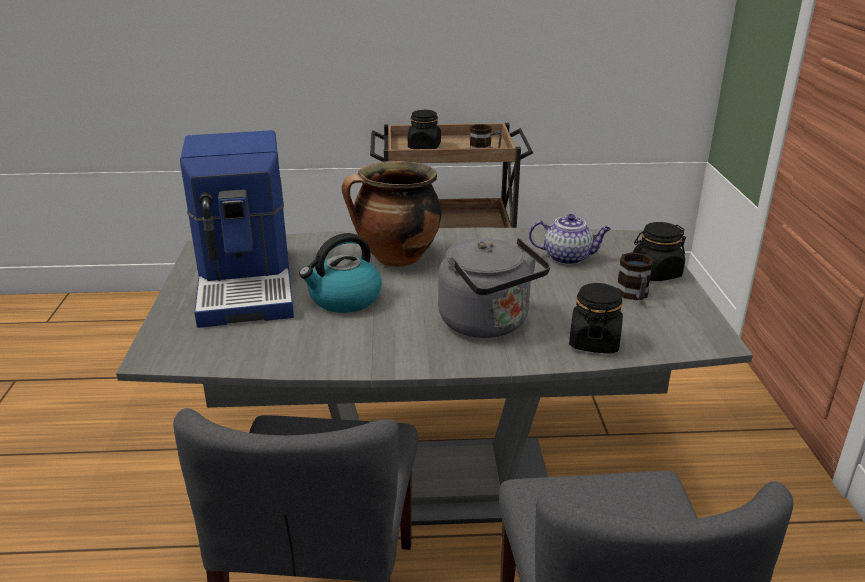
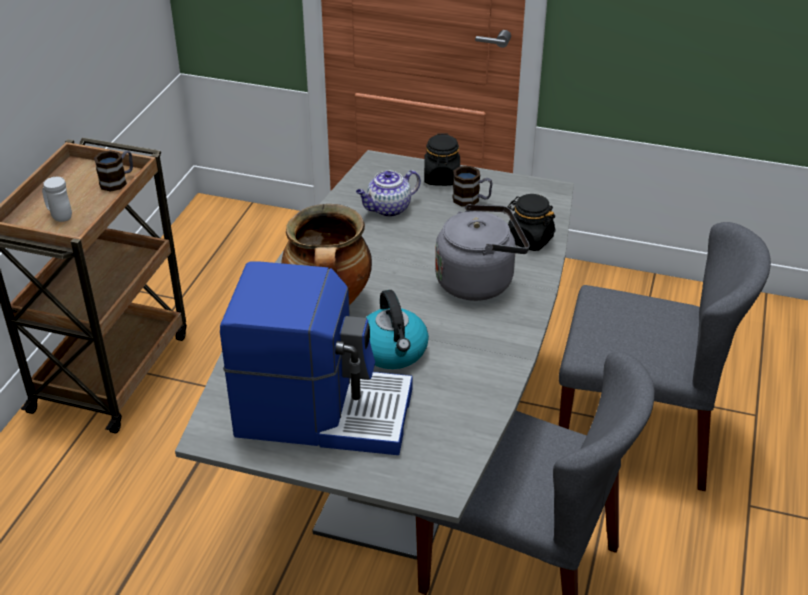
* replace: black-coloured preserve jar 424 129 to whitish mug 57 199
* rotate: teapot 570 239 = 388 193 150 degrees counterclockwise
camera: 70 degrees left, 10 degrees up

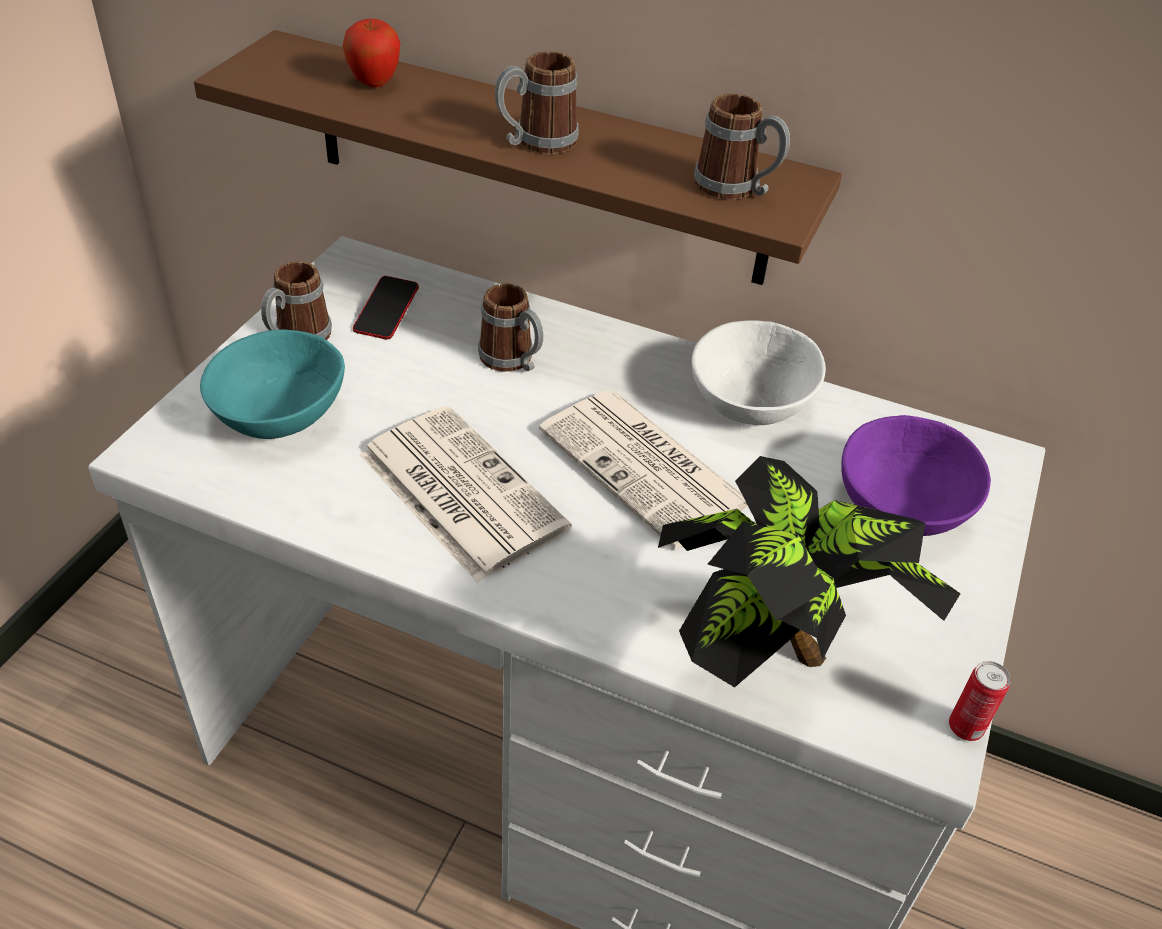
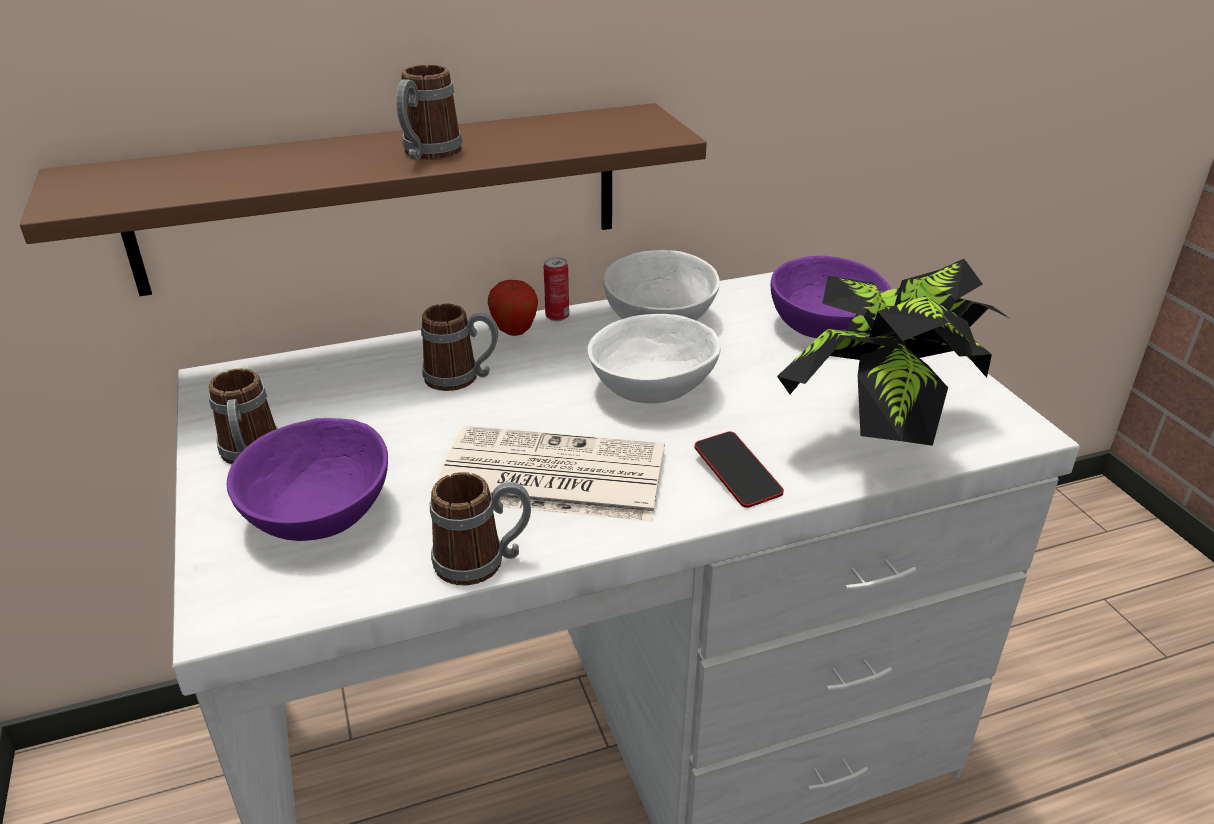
* move: apple 371 52 to 513 308
* move: mug 742 146 to 480 529
* move: telephone 386 308 to 739 469
* recolor: turquoise-coloured deep dish 272 384 to purplish deep dish 307 479
* replace: printed paper 643 470 to whitish deep dish 654 358
* move: metal can 980 701 to 556 289
camera: 40 degrees left, 10 degrees down

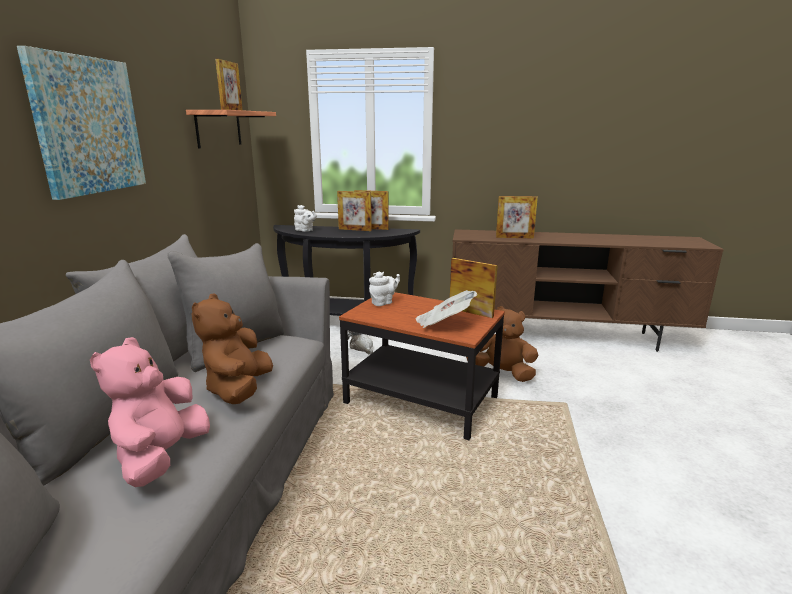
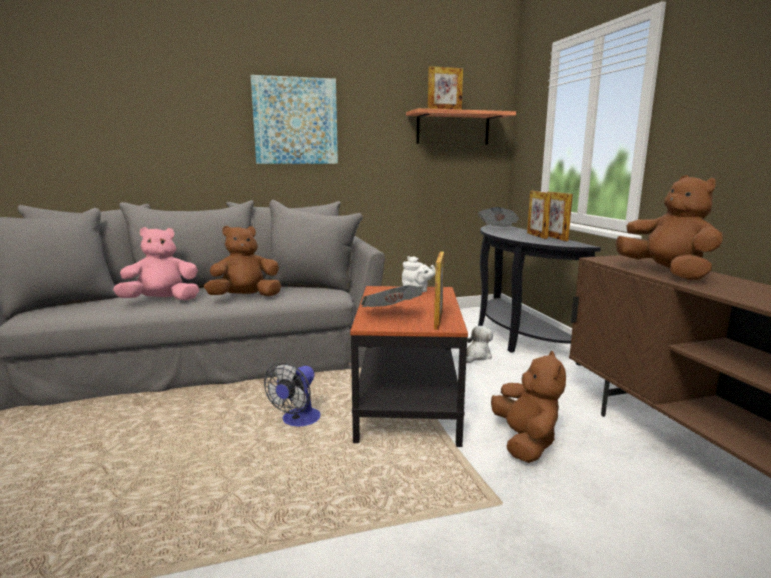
* replace: photo frame 517 217 to brownish soft toy 669 227
* replace: whitish teapot 305 218 to printed paper 498 217
* insert: fan 292 394
camera: 65 degrees right, 5 degrees down

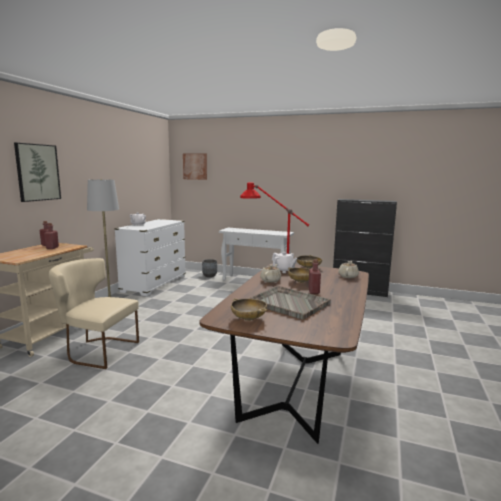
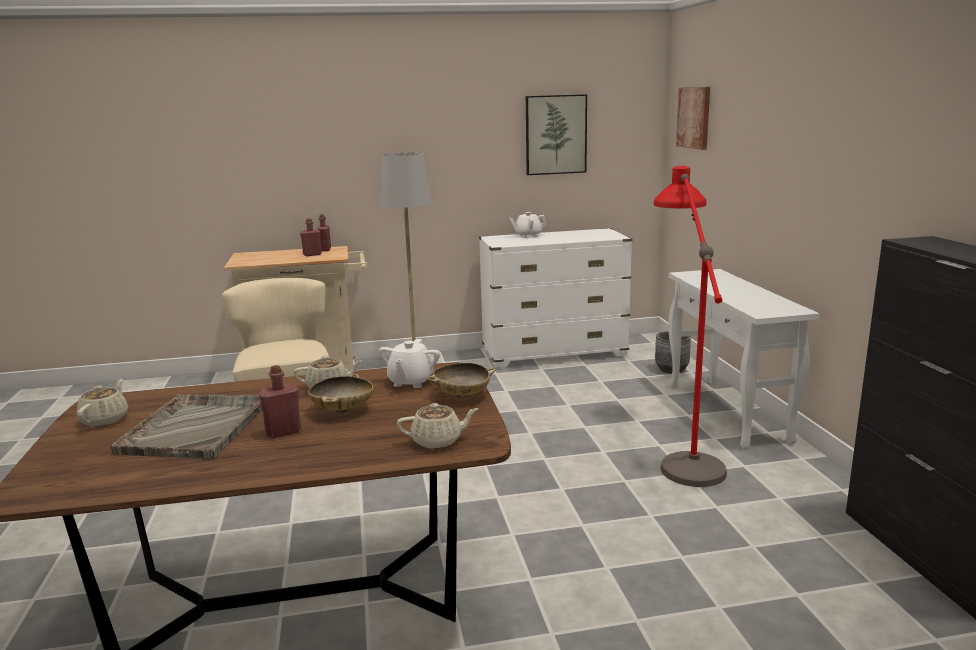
* move: wall art 37 172 to 556 134
* replace: beige deep dish 249 310 to beige teapot 102 403
camera: 60 degrees right, 5 degrees up

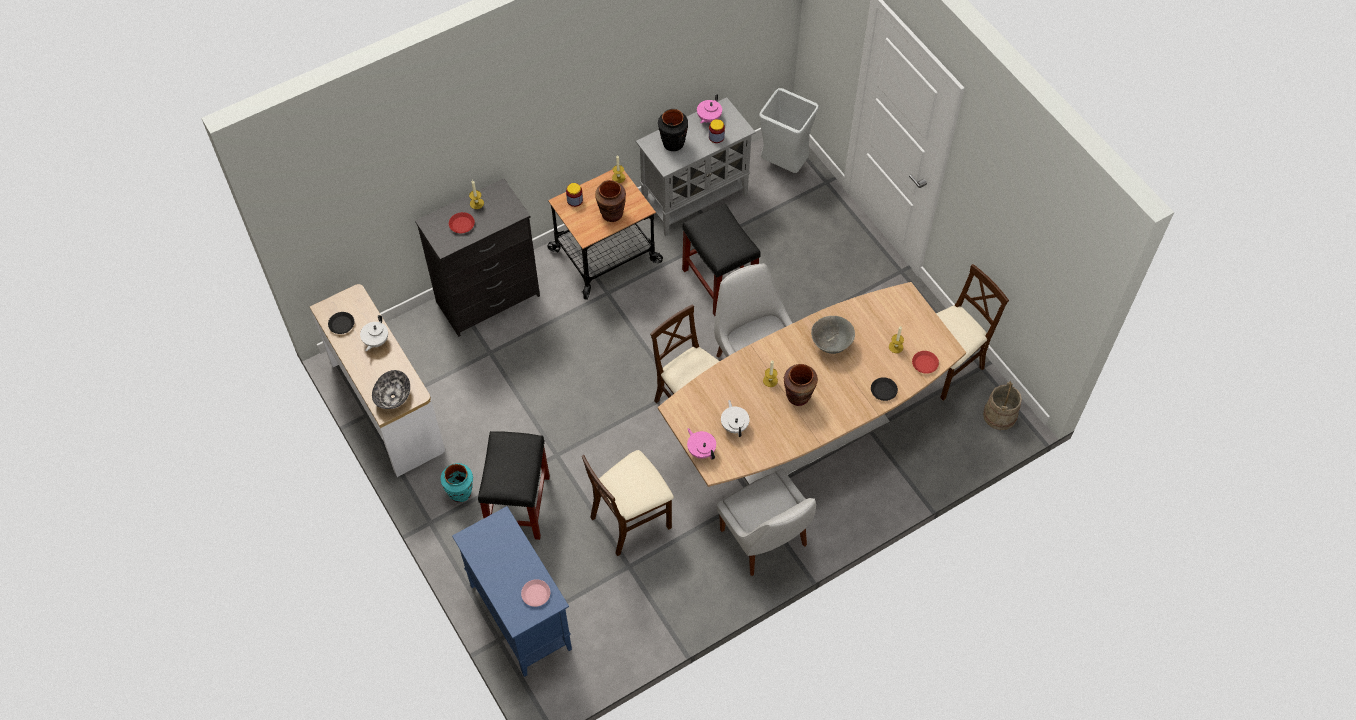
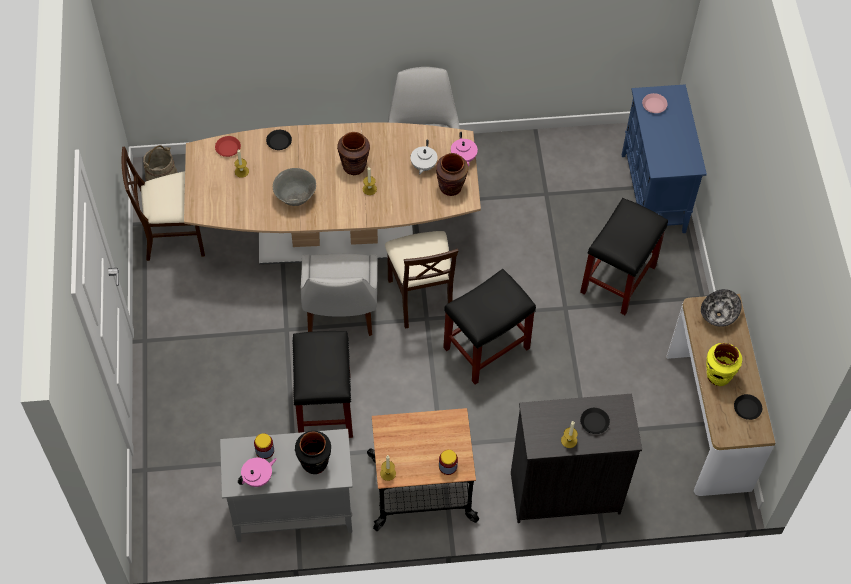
* delete: greyish waste bin 789 130
* move: brownish flower vase 610 201 to 452 174
* recolor: red-coloured plate 462 222 to black-coloured plate 595 421
* replace: whitish teapot 374 333 to yellow flower vase 724 364
* delete: beige upright chair 628 503
* delete: turquoise-coloured flower vase 457 482
* insert: black-coloured sitting stool 489 326
camera: 155 degrees left, 0 degrees up

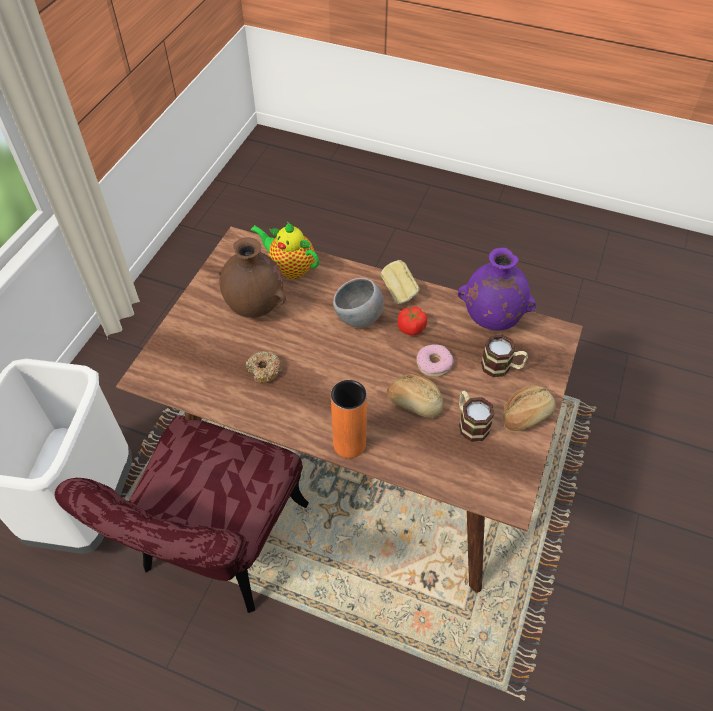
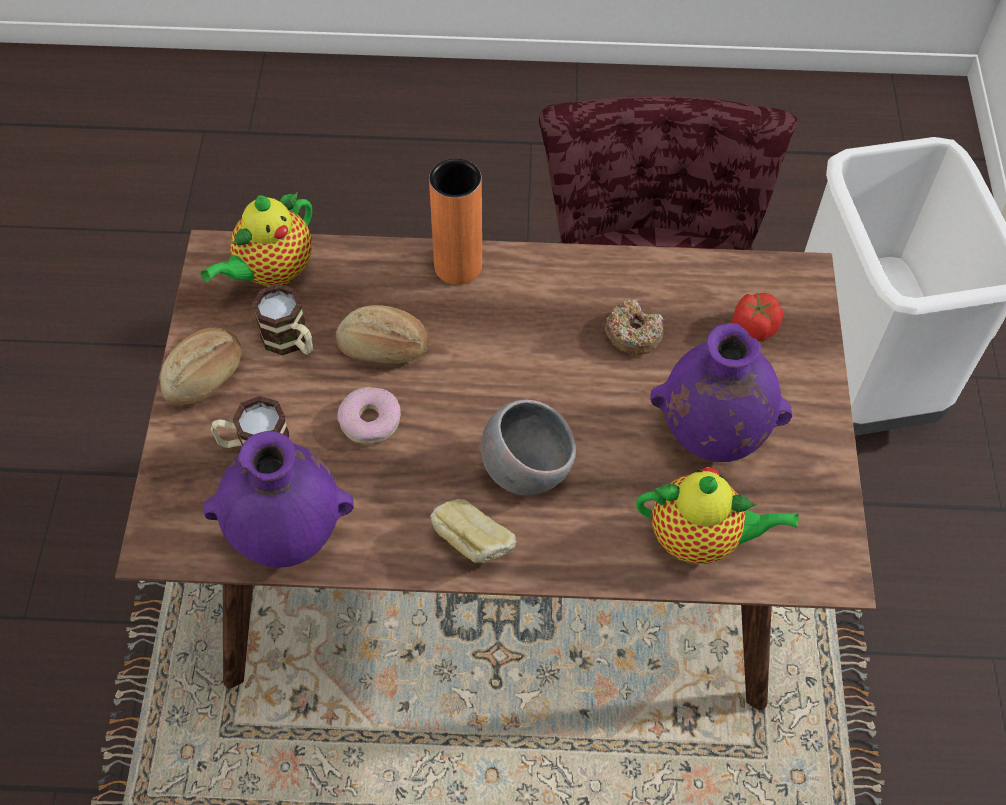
* recolor: brownish flower vase 252 277 to purplish flower vase 721 392
* move: whole tomato 412 321 to 757 317
* insert: teapot 256 239
camera: 160 degrees right, 5 degrees up

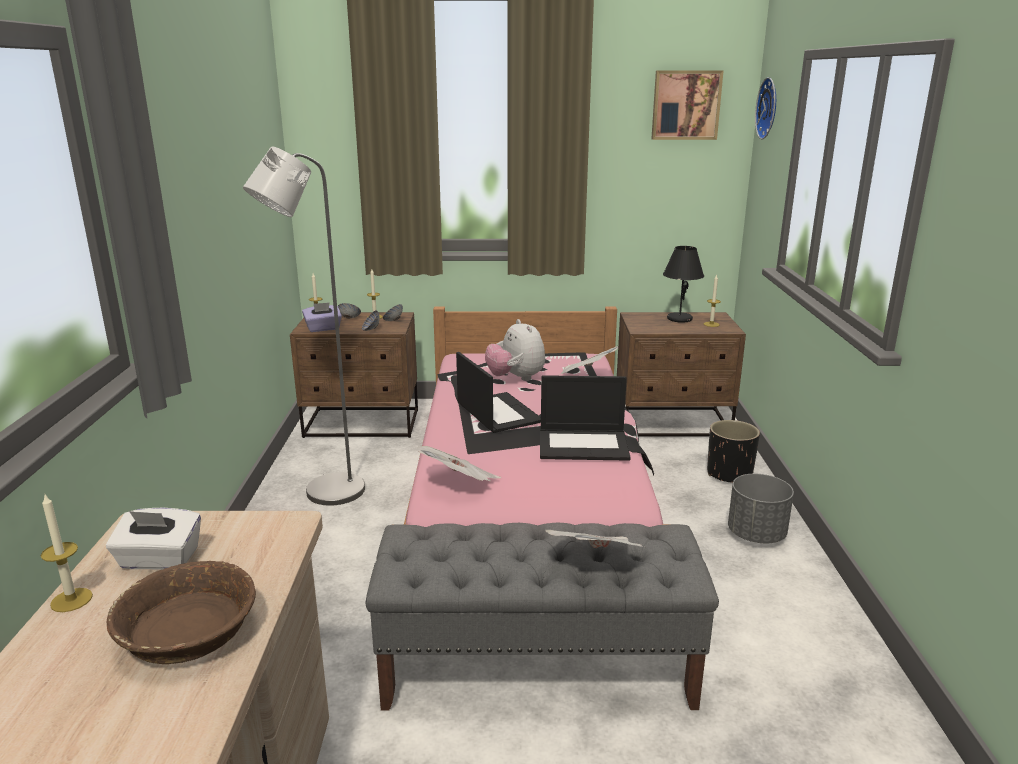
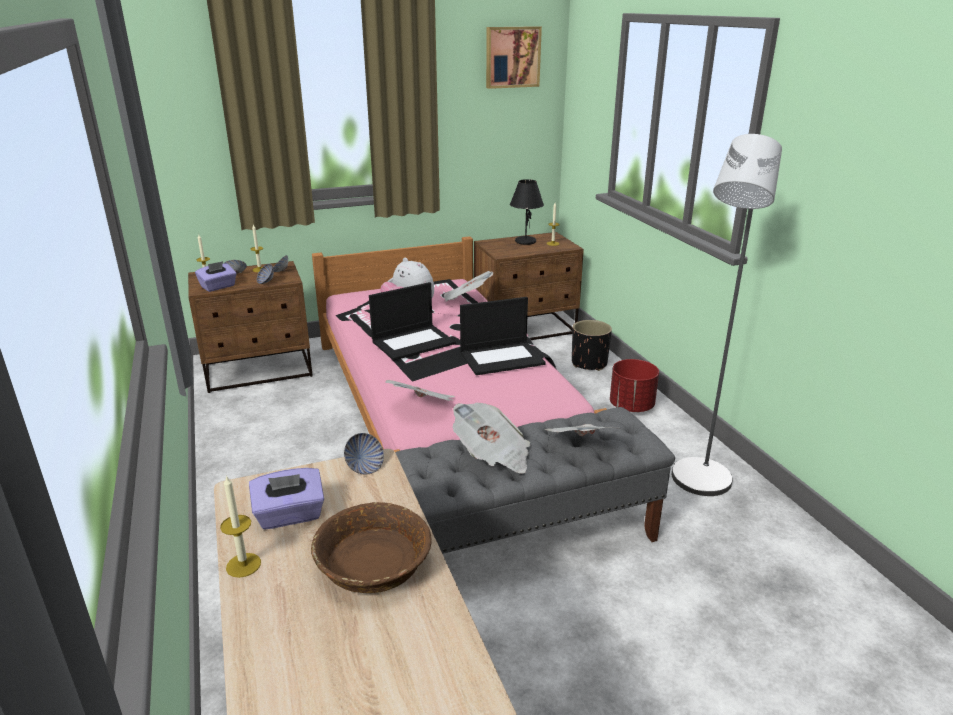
* delete: wall clock 765 108
* move: greyish standard lamp 304 326 to 727 315
* rotate: portable computer 498 392 = 412 321 105 degrees clockwise
* recolor: greyish flower pot 761 508 to red-coloured flower pot 634 385
* recolor: whitish tissue holder 153 539 to purplish tissue holder 286 499
* insert: printed paper 491 438
* insert: deep dish 364 453
camera: 20 degrees left, 5 degrees up

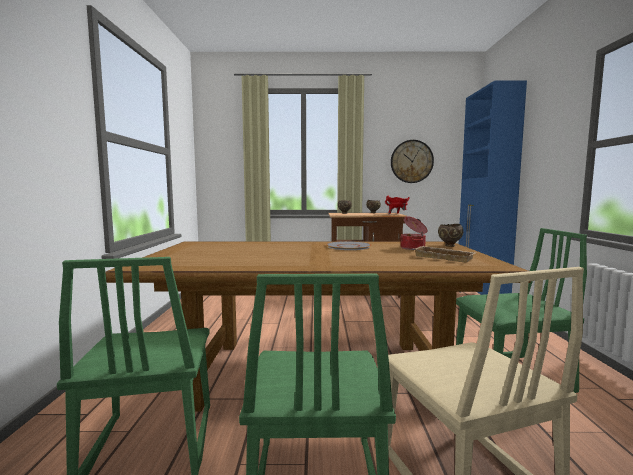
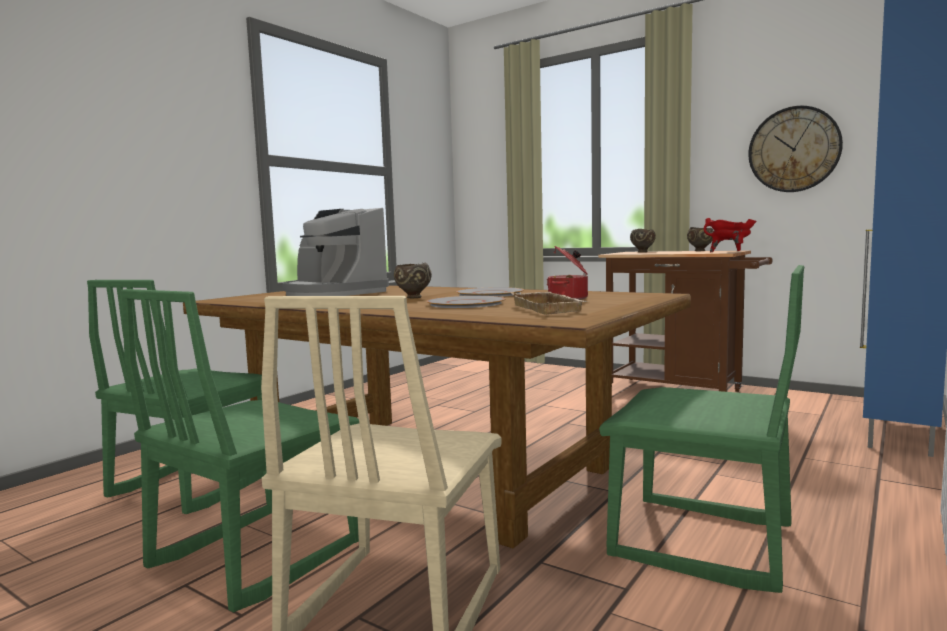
* move: brownish deep dish 450 235 to 413 280
* insert: coffee machine 335 252
* insert: greyish plate 466 302
camera: 35 degrees right, 0 degrees up

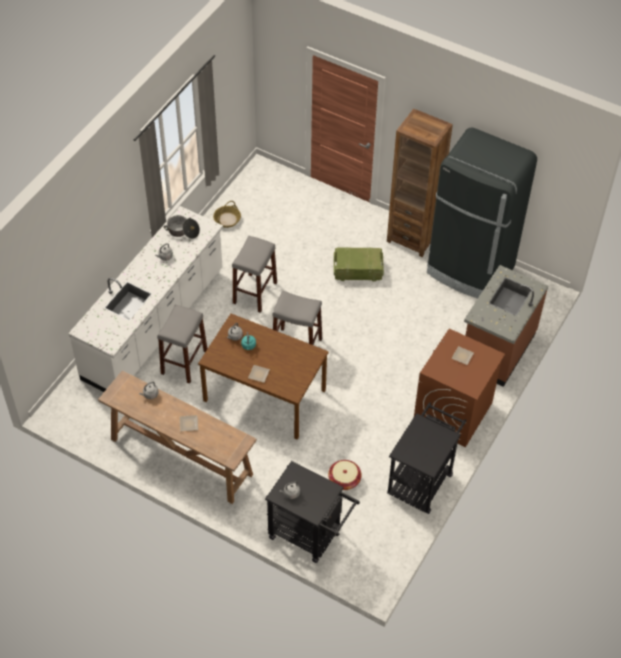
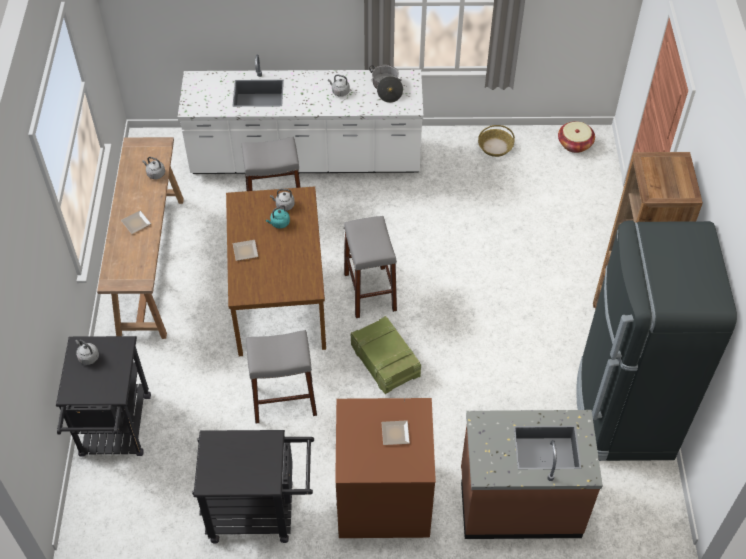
* move: greyish sitting stool 254 274 to 281 377
* move: crate 359 264 to 385 355
* move: household basket 345 475 to 576 137
camera: 60 degrees right, 0 degrees up

